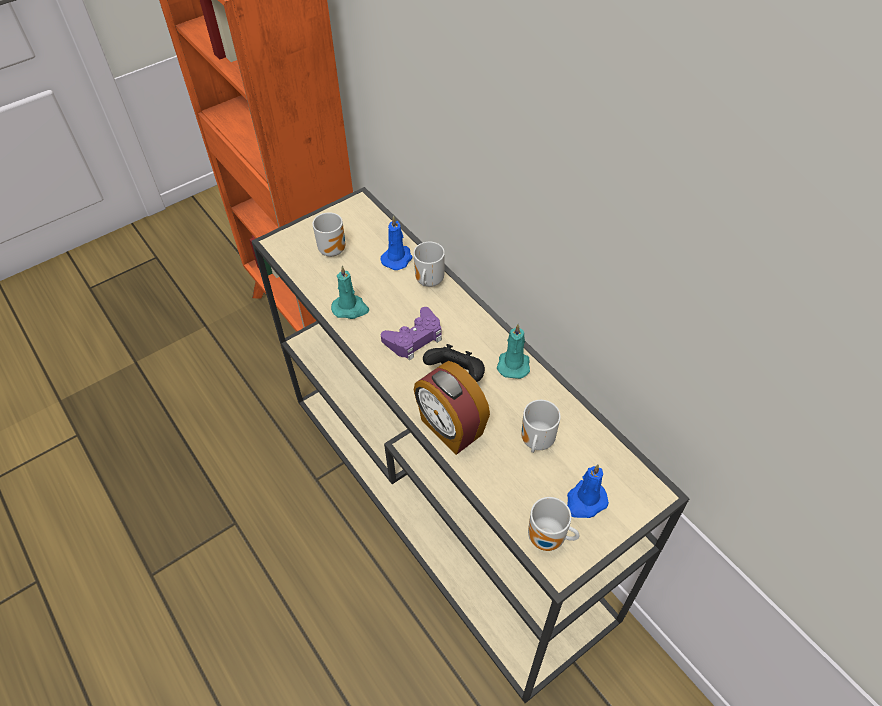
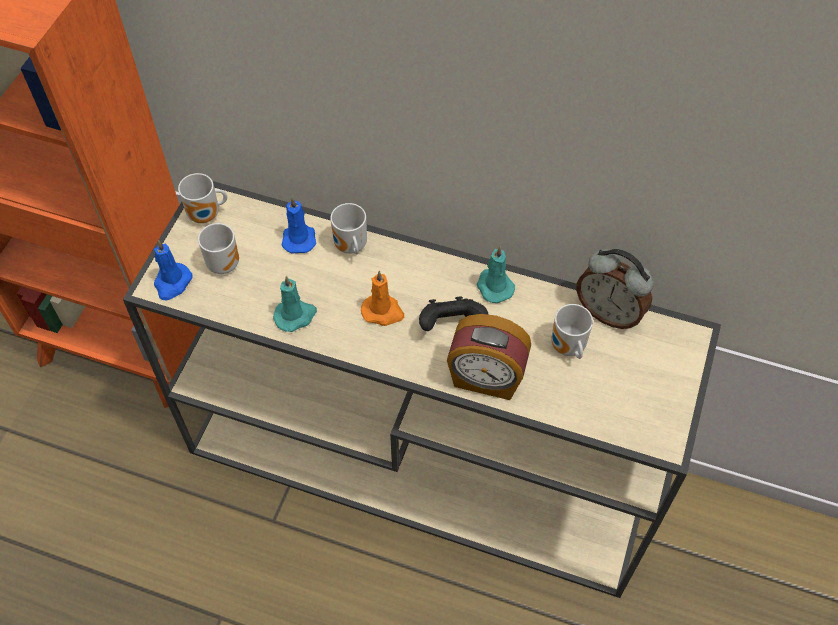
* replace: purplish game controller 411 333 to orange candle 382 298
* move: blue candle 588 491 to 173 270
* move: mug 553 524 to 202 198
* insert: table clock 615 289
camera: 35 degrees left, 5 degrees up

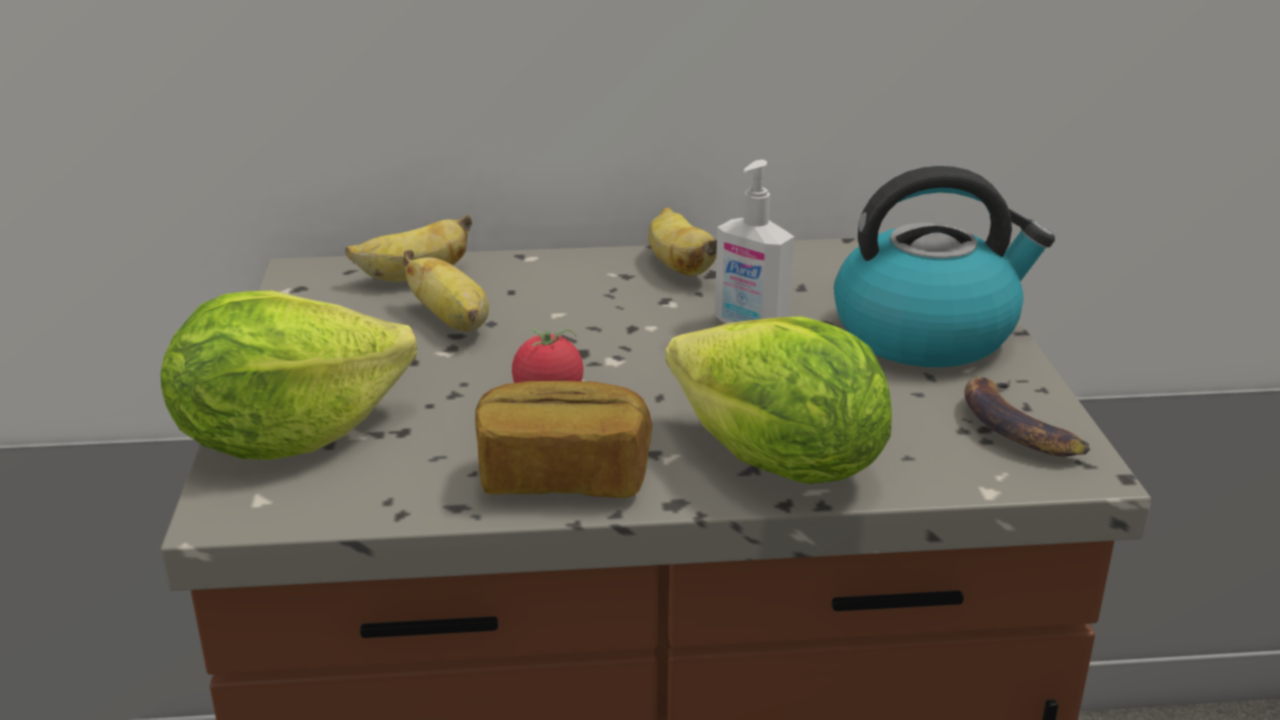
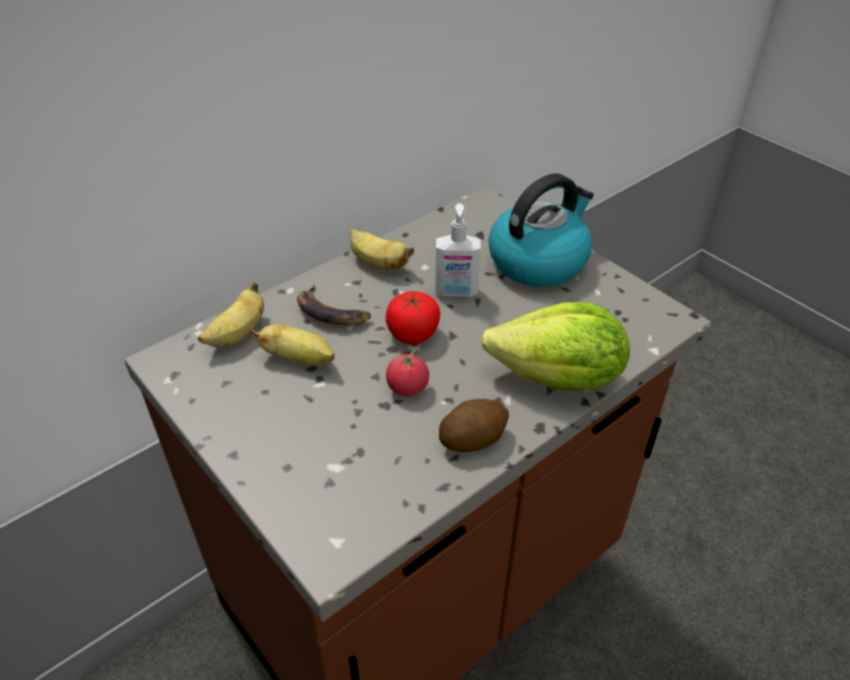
* delete: lettuce 288 375
* move: banana fruit 1027 417 to 334 305
* replace: bread 563 439 to spud 474 425
* insert: whole tomato 413 317
camera: 35 degrees left, 15 degrees up

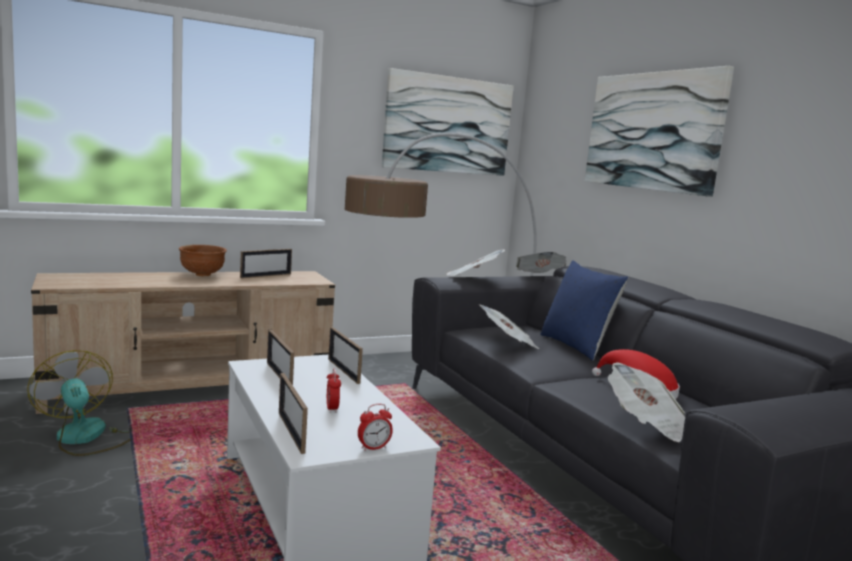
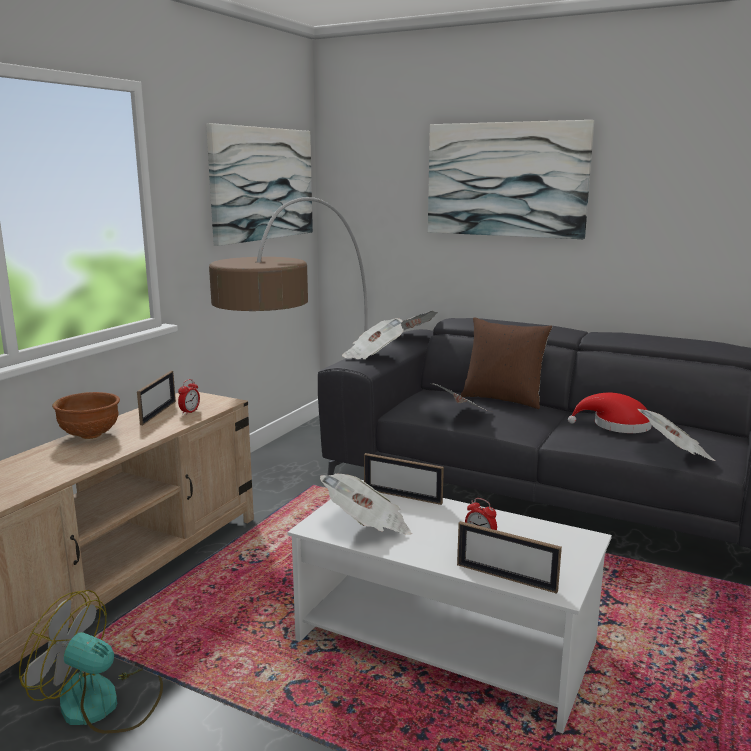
* recolor: blue pillow 584 310 to brownish pillow 506 363
* replace: photo frame 280 357 to printed paper 366 504
* move: table clock 375 427 to 189 397
camera: 35 degrees left, 5 degrees up

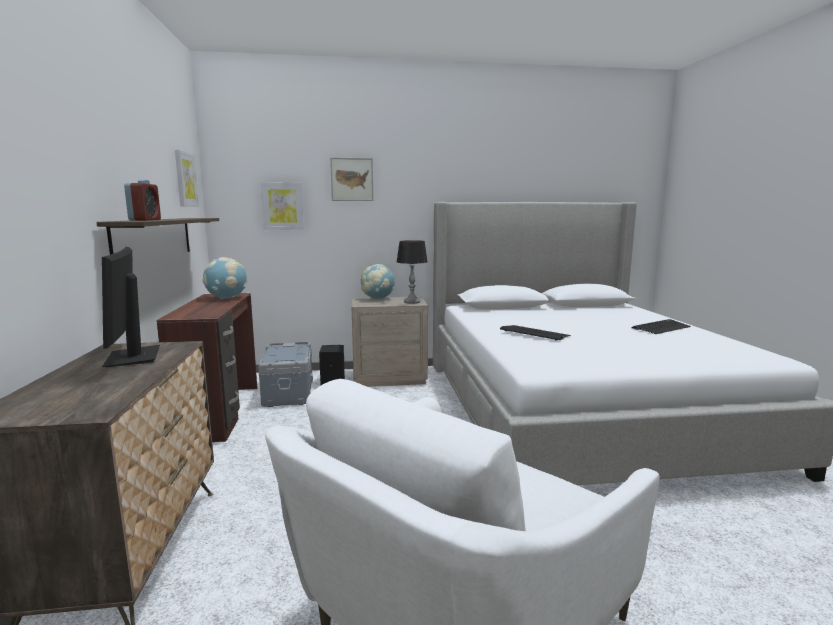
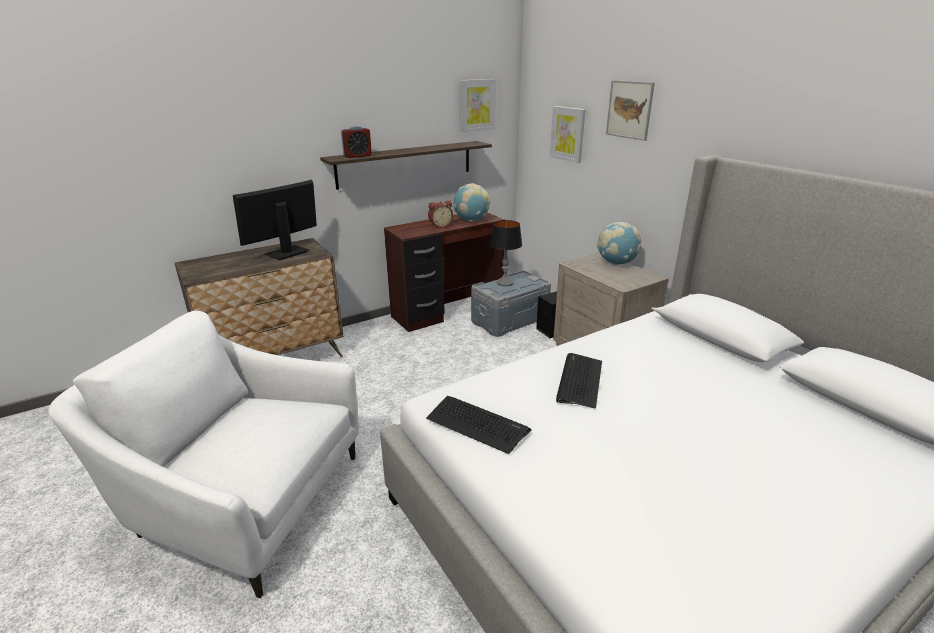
* move: tabletop lamp 412 272 to 506 253
* move: PC keyboard 661 326 to 478 425
* insert: table clock 440 214
camera: 65 degrees right, 15 degrees up

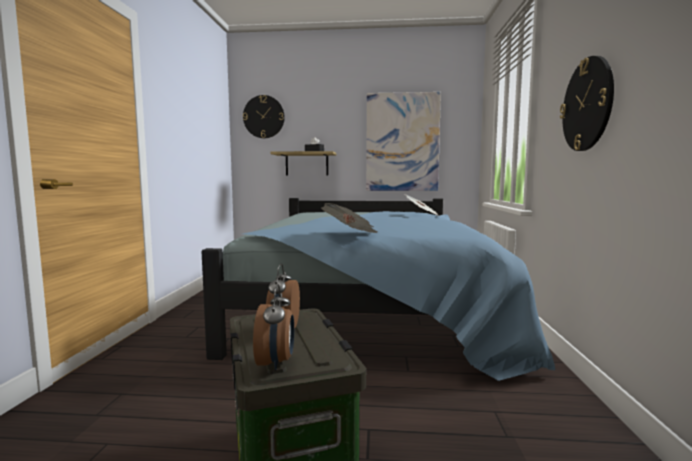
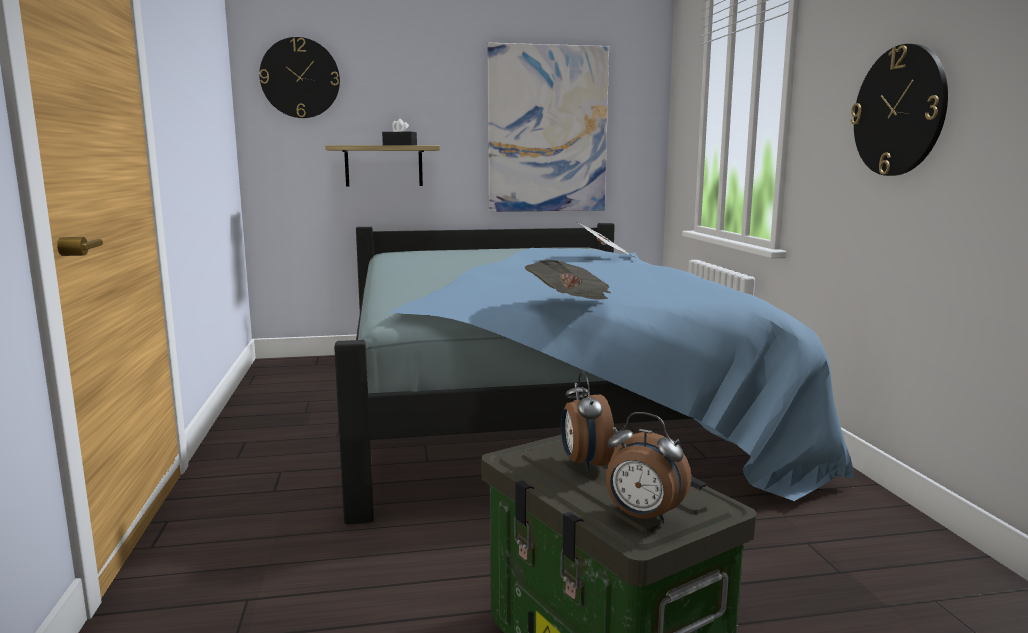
* rotate: table clock 273 327 = 648 468 135 degrees clockwise
camera: 15 degrees left, 5 degrees up

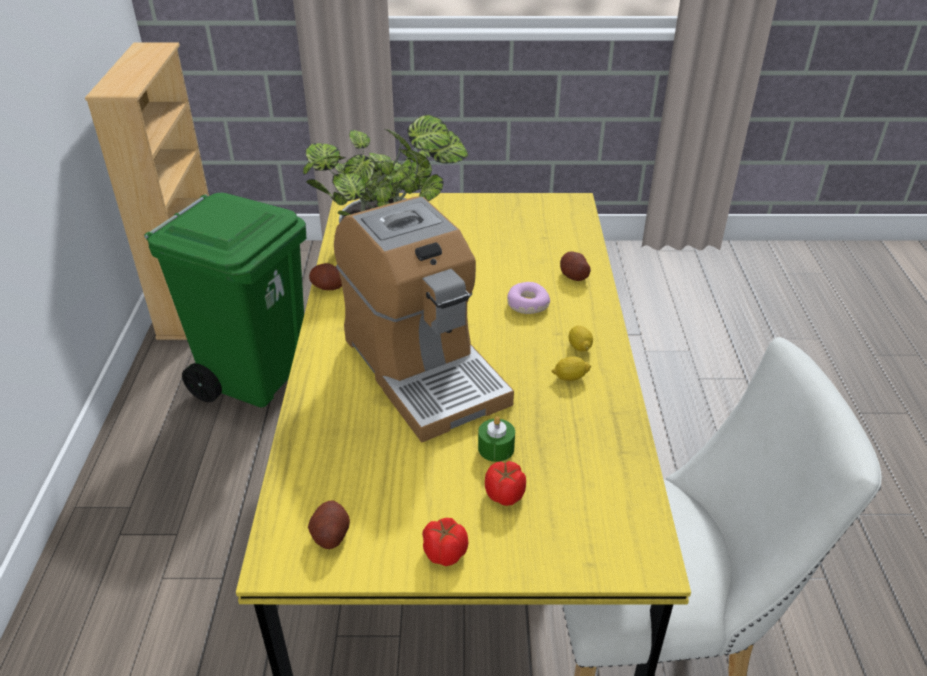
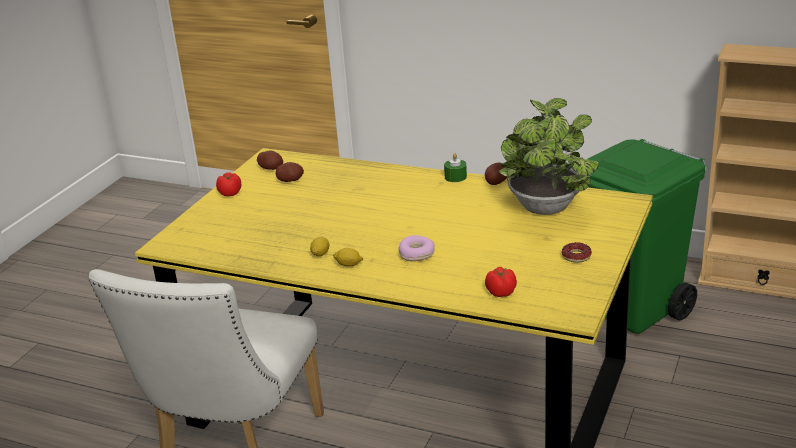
* delete: coffee machine 424 319
* move: spud 575 266 to 290 172
* move: green candle 496 439 to 455 167
* move: whole tomato 505 483 to 501 282
* insert: ring doughnut 577 252
camera: 115 degrees right, 10 degrees down

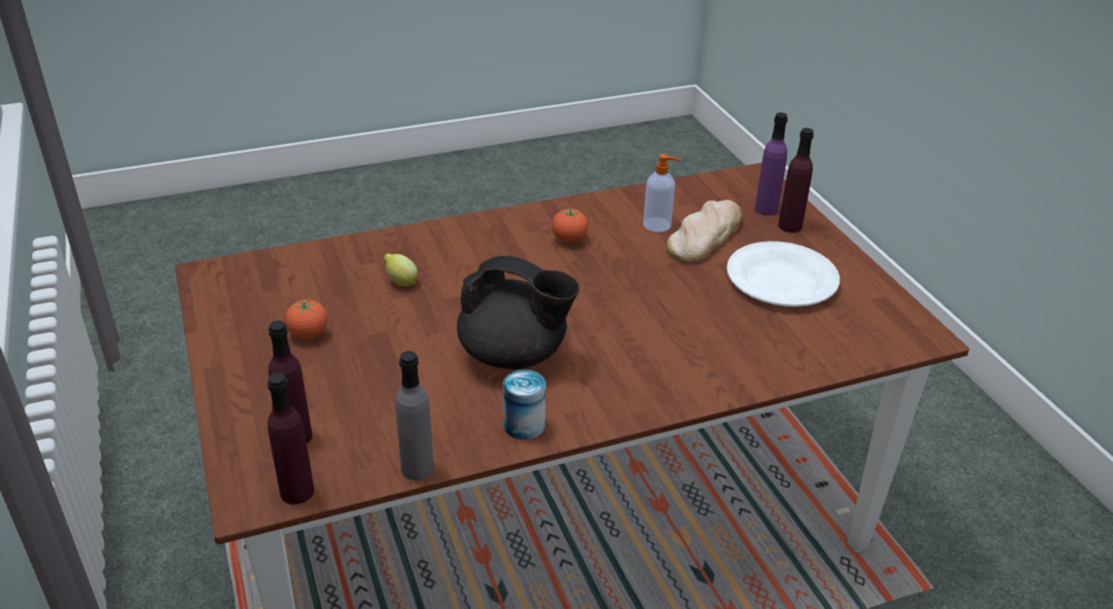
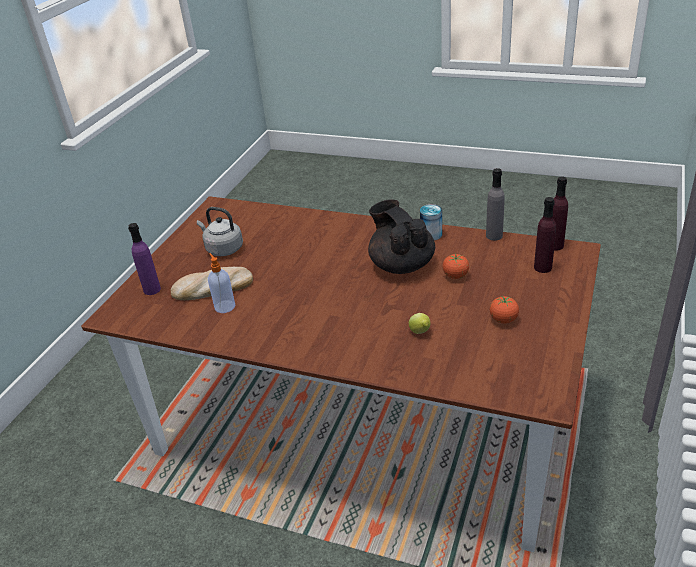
* delete: purplish bottle 796 180
* move: whole tomato 570 225 to 456 266
* replace: whitish plate 783 274 to greyish kettle 220 231
camera: 135 degrees left, 0 degrees up

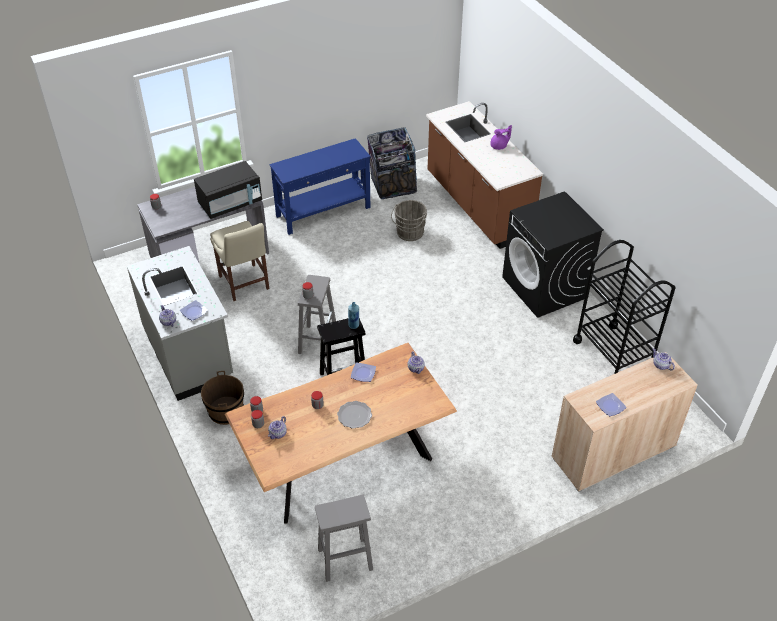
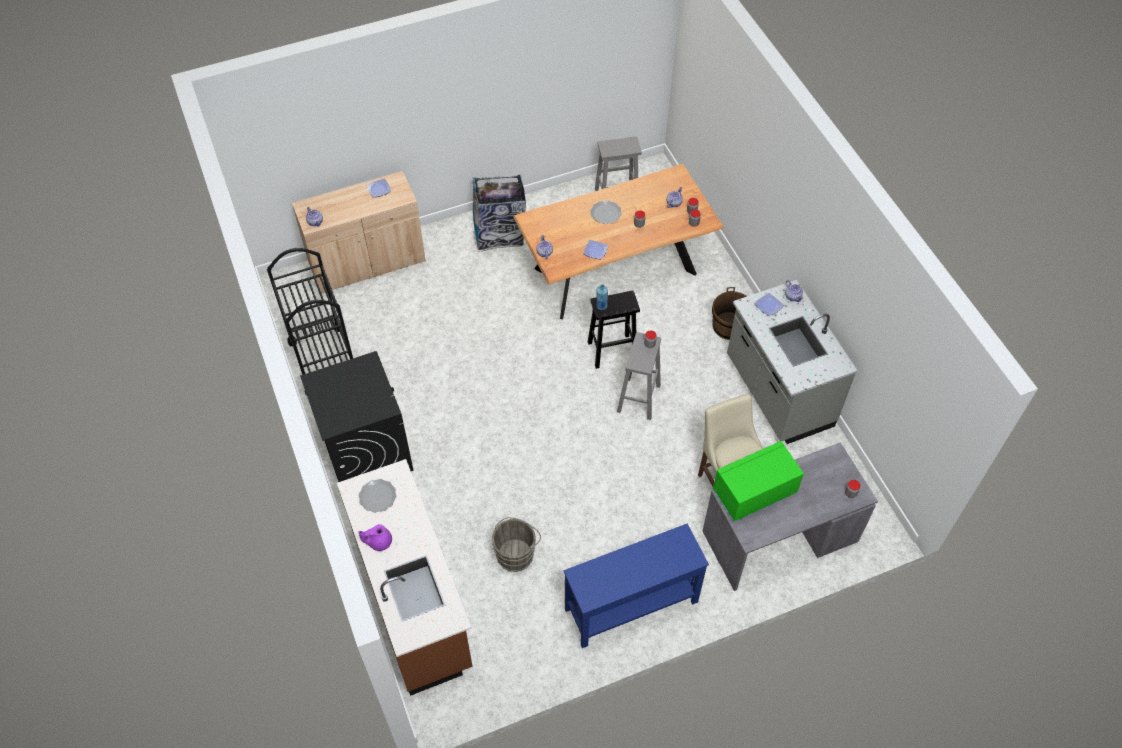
* move: waste bin 392 163 to 499 213
* recolor: black-coloured microwave 228 190 to green microwave 758 481
* insert: plate 377 496
camera: 175 degrees left, 10 degrees up

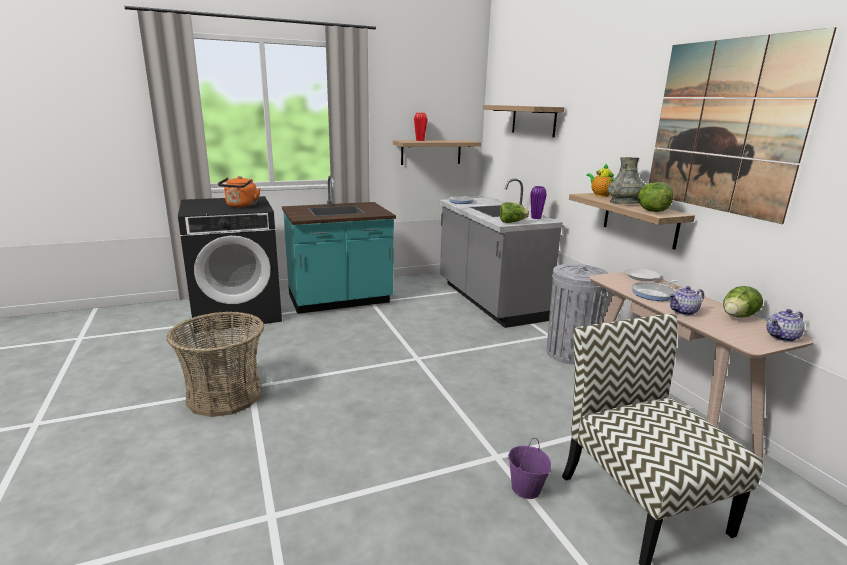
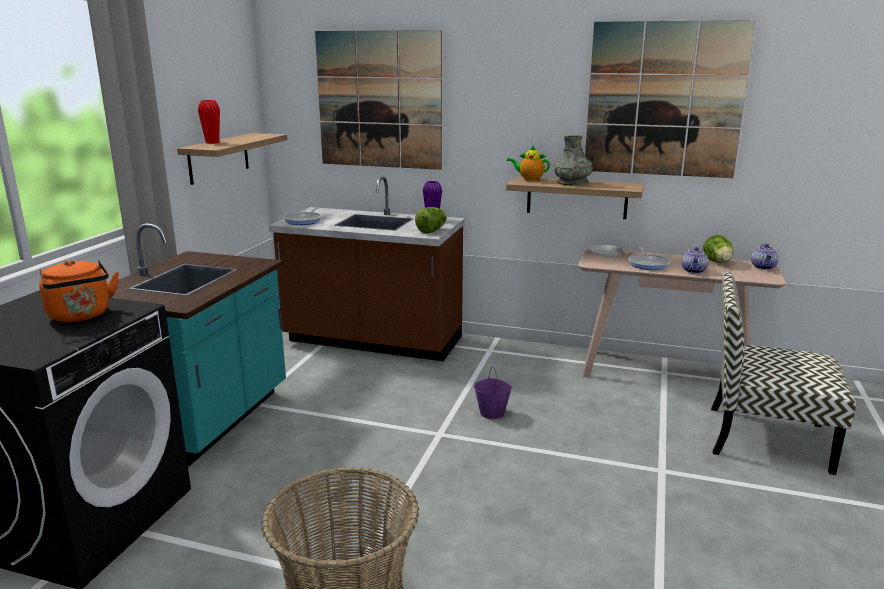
* replace: bracket shelf 523 121 to wall art 378 100
* recolor: greyish counter 501 253 to brownish counter 367 268
* delete: lettuce 655 197
* delete: greyish waste bin 577 314
* move: purplish bucket 529 468 to 493 393
camera: 50 degrees left, 0 degrees up

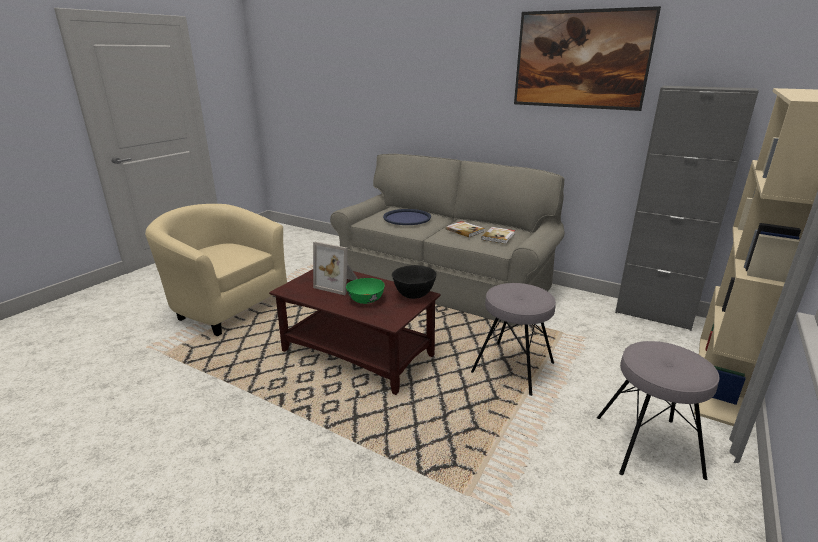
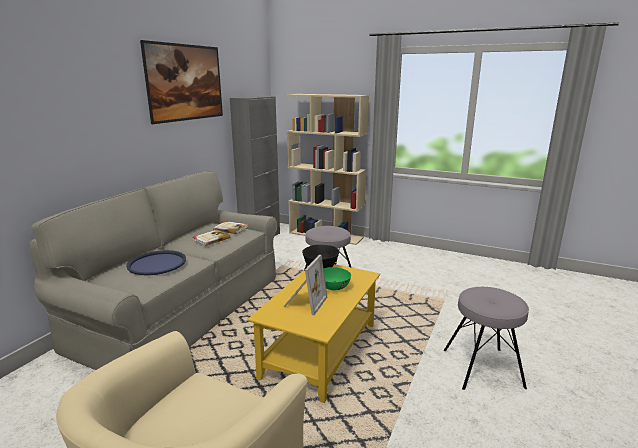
* recolor: brownish lounge table 355 332 to yellow lounge table 313 333
* move: greyish sitting stool 658 410 to 486 338
camera: 95 degrees left, 5 degrees down

